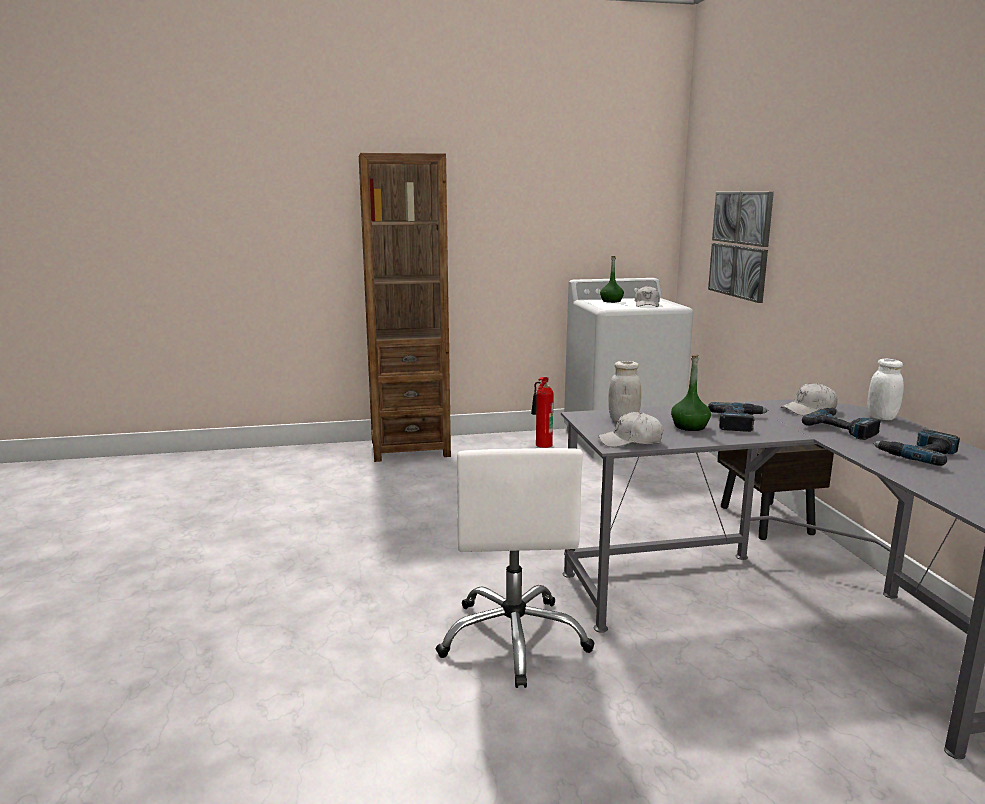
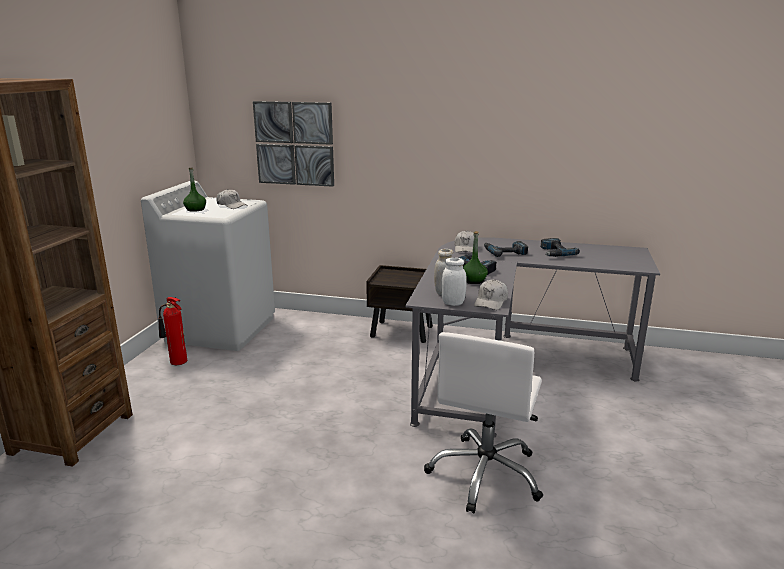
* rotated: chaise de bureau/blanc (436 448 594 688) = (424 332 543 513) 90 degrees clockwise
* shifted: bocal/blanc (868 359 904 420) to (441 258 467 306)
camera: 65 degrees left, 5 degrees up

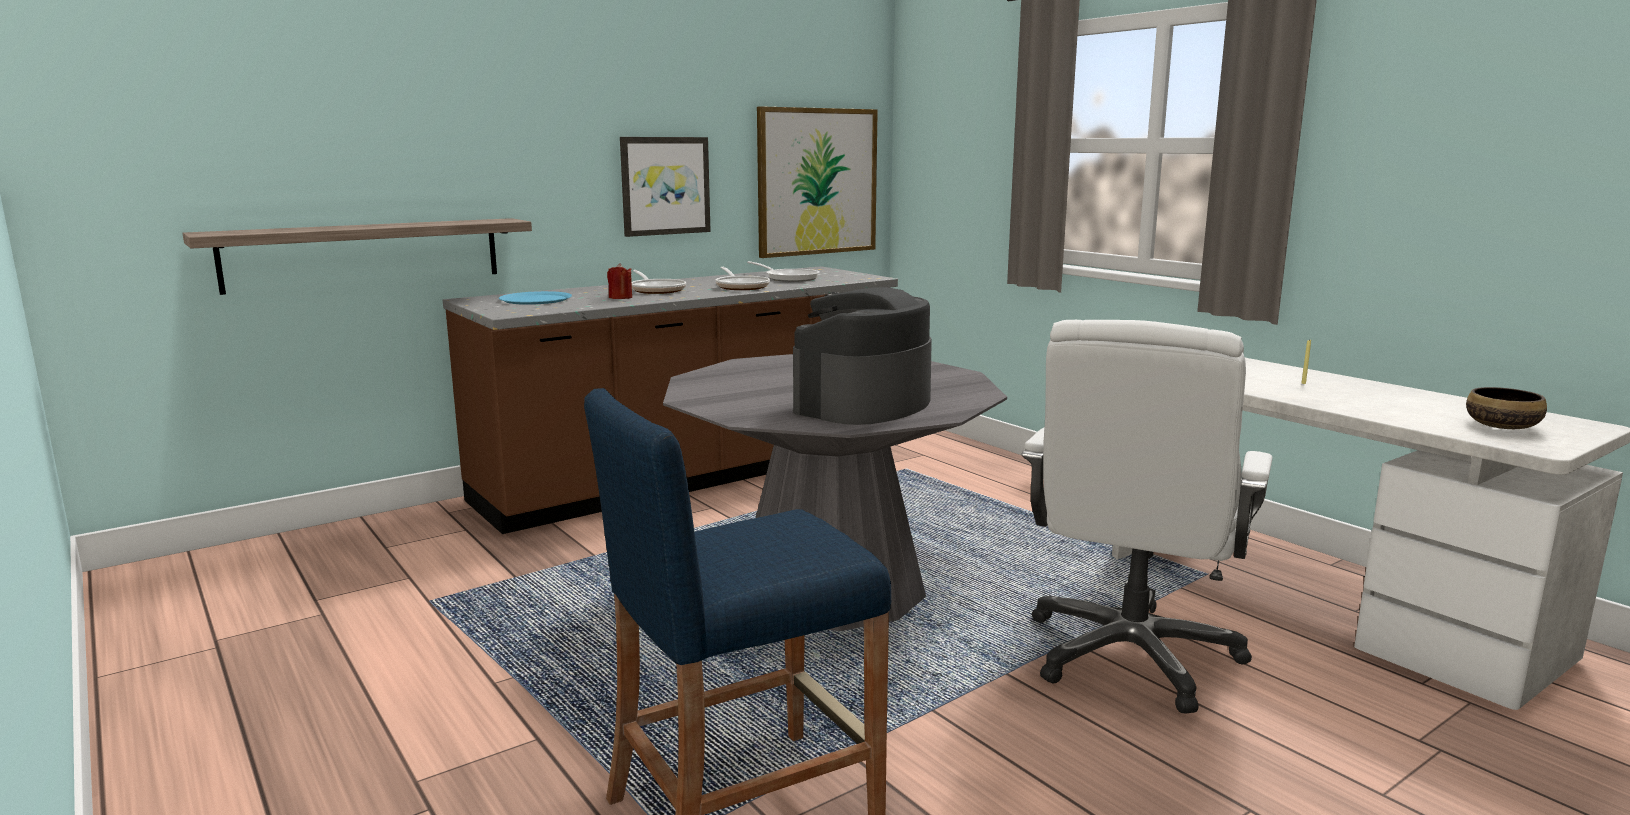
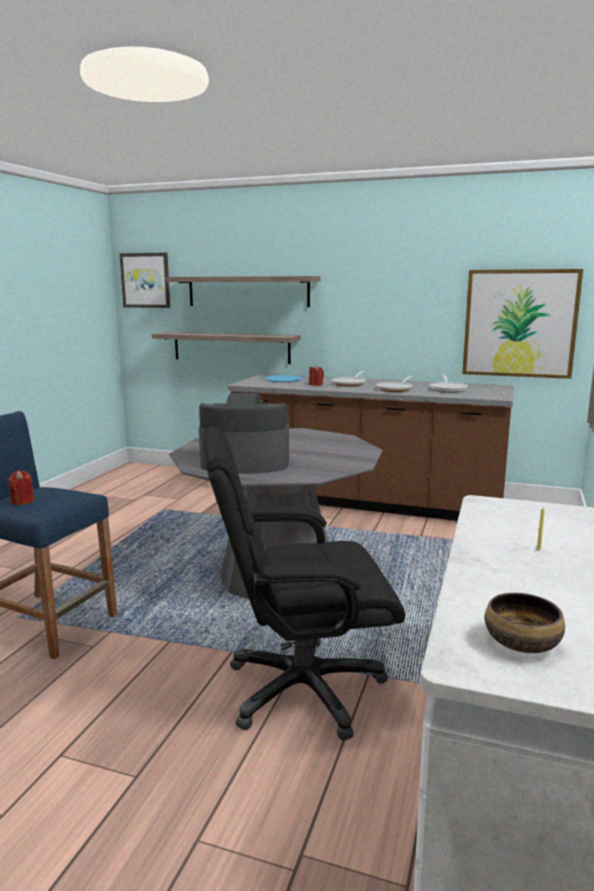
* new: bougie/rouge (7 471 34 505)
* shifted: tableau (620 137 711 237) to (119 252 170 308)
* new: étagère (166 276 321 307)
* repainted: chaise de bureau/blanc (1021 320 1272 714) to chaise de bureau/noir (204 427 405 741)
camera: 55 degrees right, 0 degrees up

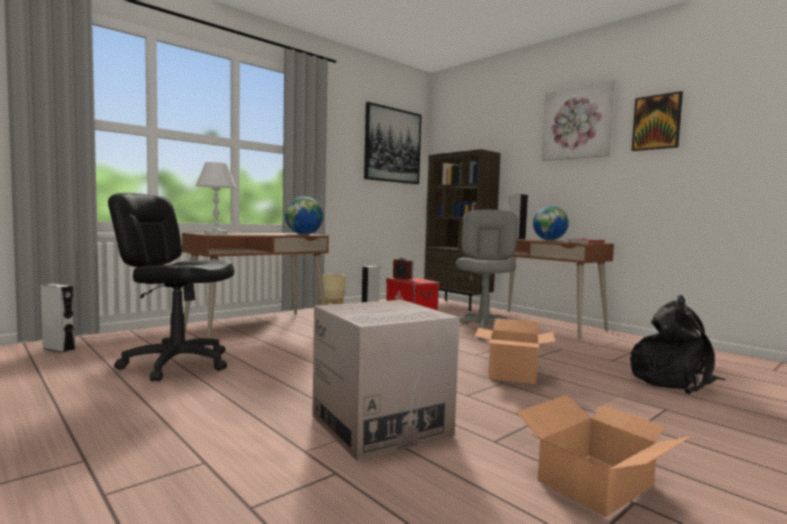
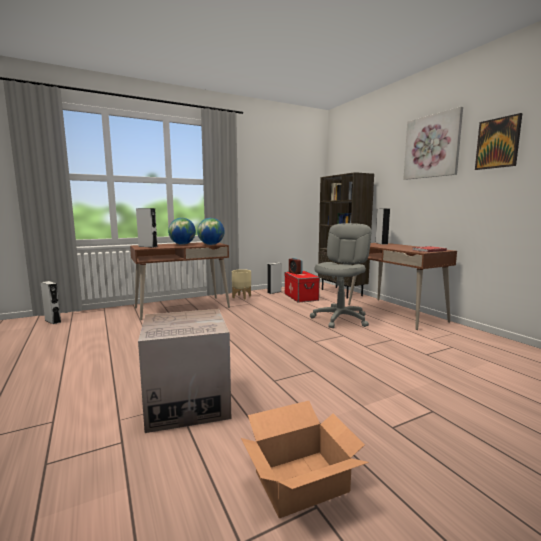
* swapped: lampe de table/blanc (196 162 236 234) to enceinte/gris (136 208 157 247)
* shifted: globe (533 206 569 240) to (168 218 196 245)
* gone: chaise de bureau/noir (108 193 235 381)
* gone: tableau (364 102 422 184)
* gone: carton (474 318 555 384)
* gone: sac à dos/noir (630 295 726 394)
camera: 15 degrees right, 5 degrees up

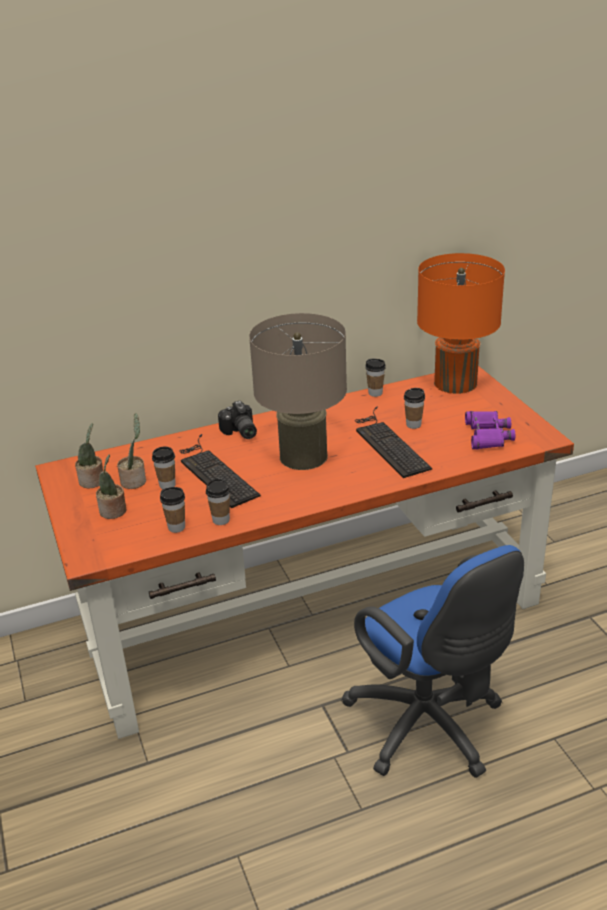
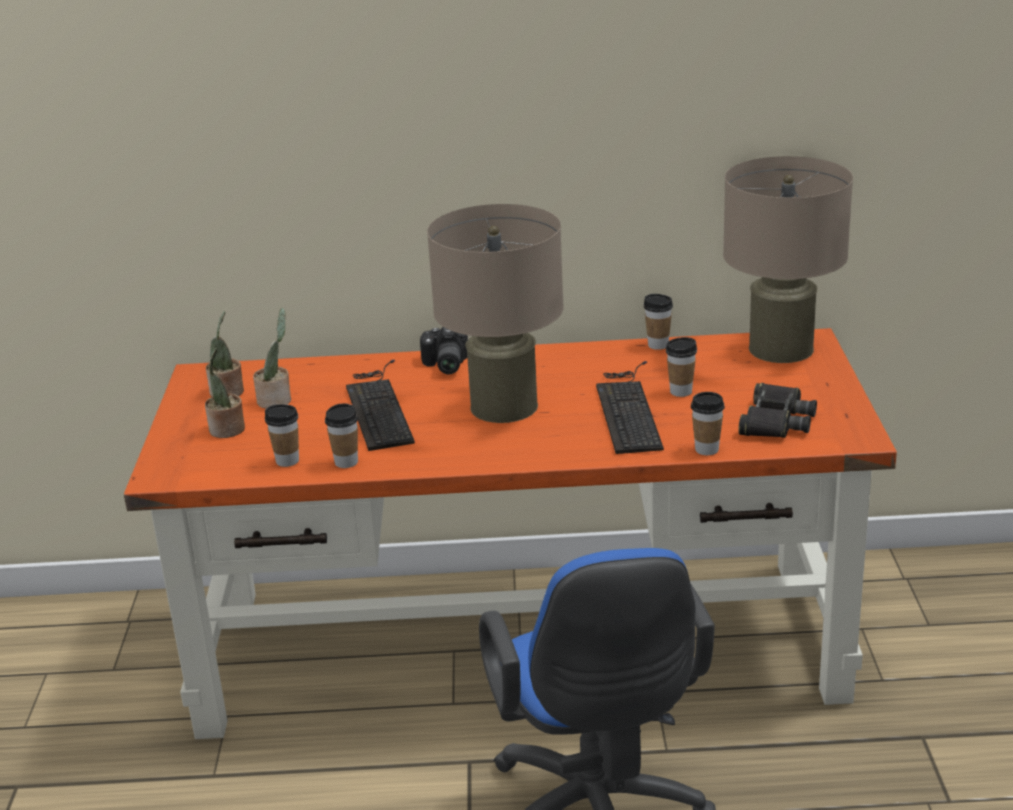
* shifted: tasse (152 446 176 489) to (691 392 725 455)
* repainted: lampe de table/orange (417 253 505 394) to lampe de table/beige (723 156 853 363)
* repainted: jumelles/violet (465 411 515 449) to jumelles/noir (738 383 817 438)
camera: 20 degrees right, 5 degrees down

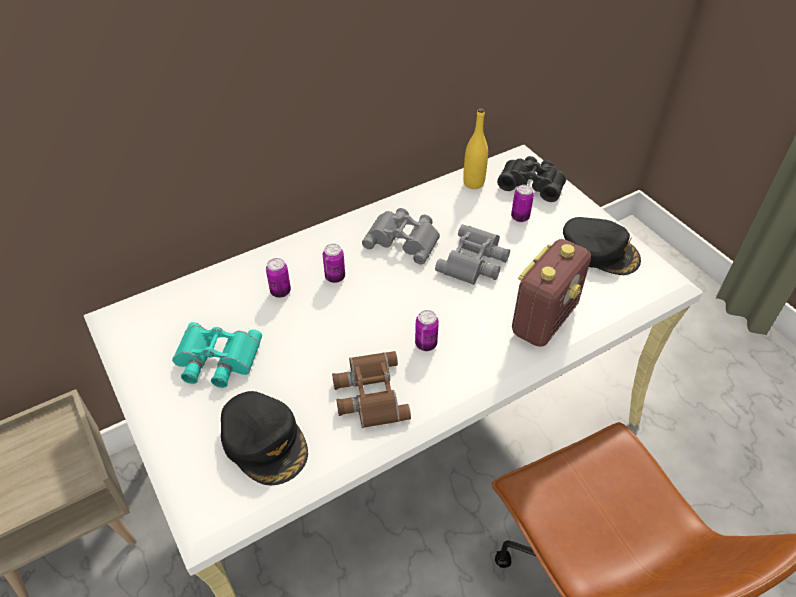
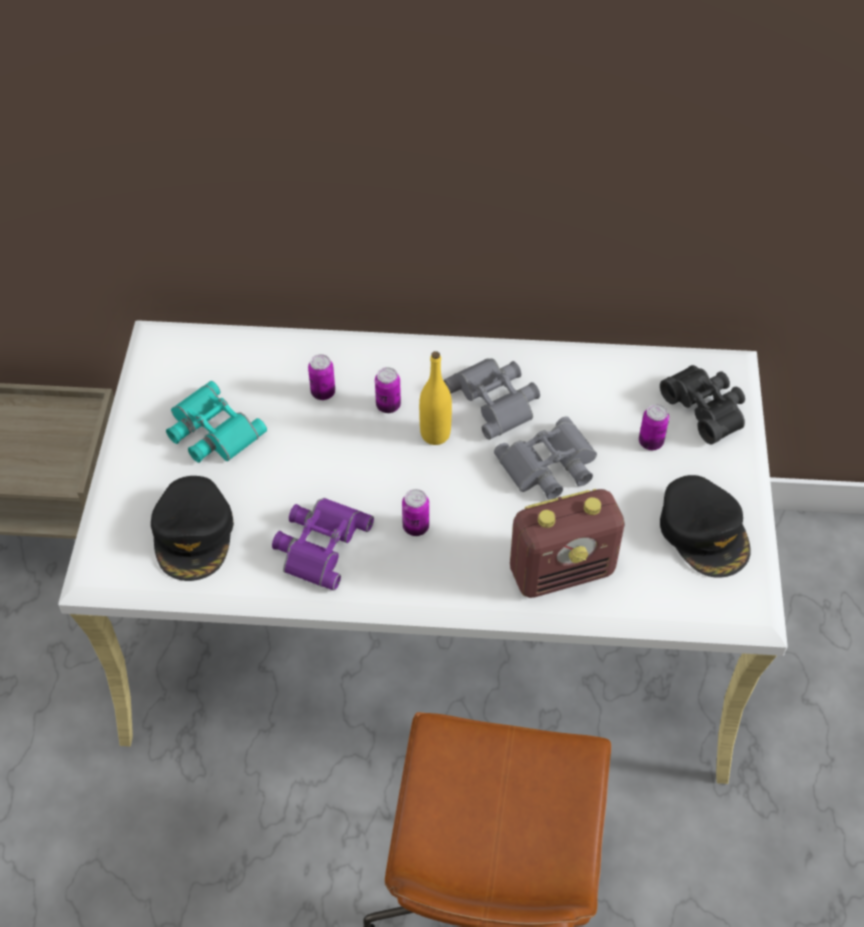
* repainted: jumelles/marron (332 351 411 428) to jumelles/violet (272 498 374 591)
* shifted: bouteille/jaune (463 108 488 189) to (419 351 452 445)
camera: 35 degrees right, 5 degrees up

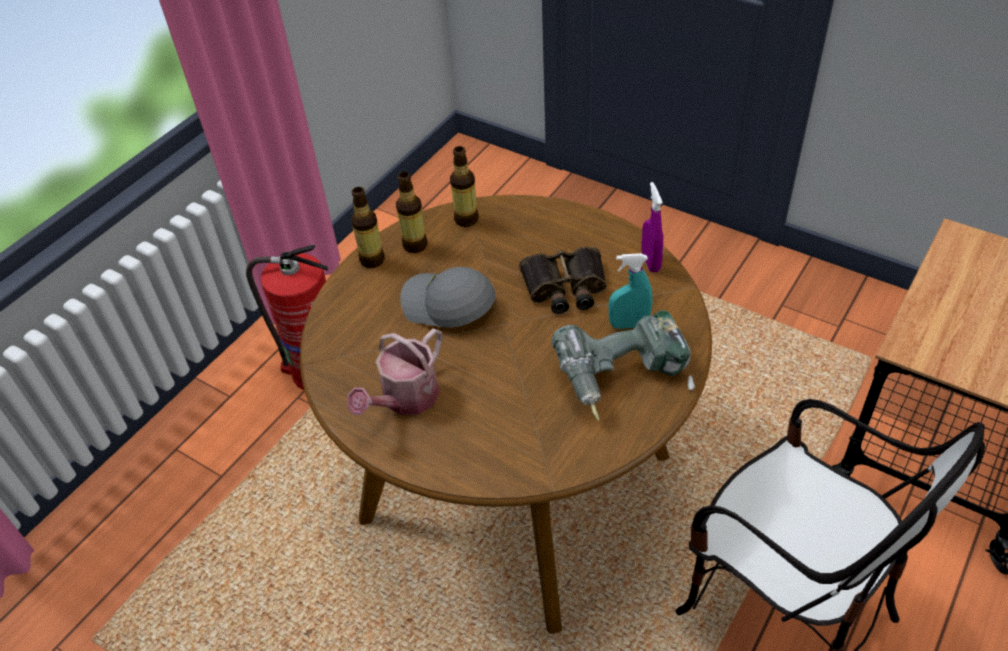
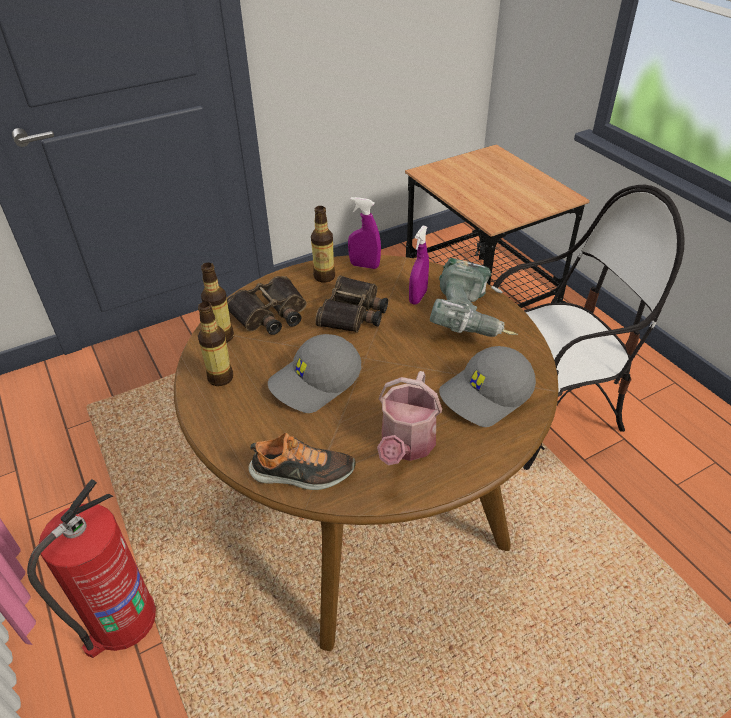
* new: jumelles (227 276 307 335)
* new: chaussure (248 433 356 490)
* shifted: bouteille (351 187 385 268) to (311 206 335 283)
* rotated: arrosoir (347 328 442 415) = (377 371 442 465) 45 degrees clockwise
* repainted: vaporisateur/turquoise (608 253 652 329) to vaporisateur/violet (409 226 429 305)
* new: casquette/gris (439 346 536 427)
camera: 65 degrees left, 5 degrees down

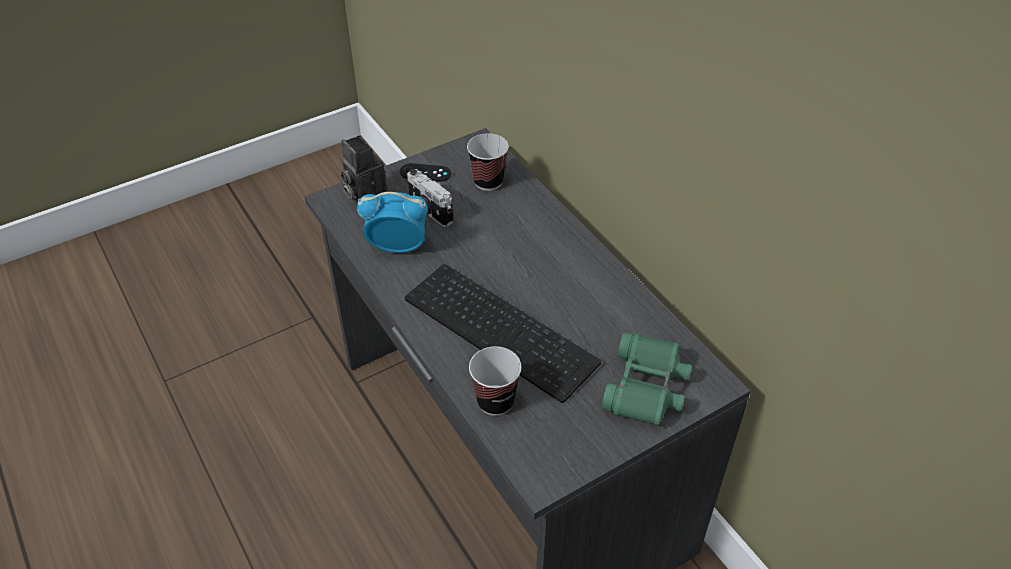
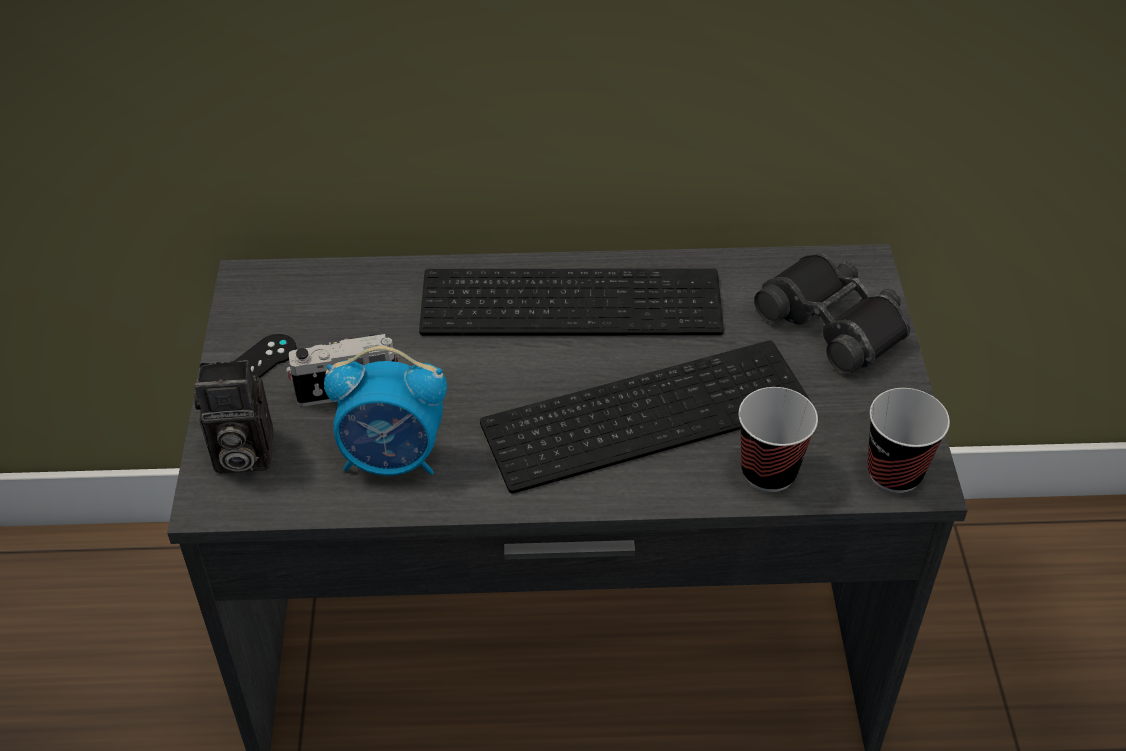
* rotated: réveil (357 192 428 253) = (324 346 447 476) 120 degrees counterclockwise
* new: clavier (419 269 724 336)
* repainted: jumelles/vert (602 333 692 426) to jumelles/noir (754 253 910 374)
* shifted: tasse (467 133 509 191) to (867 388 950 493)
camera: 60 degrees left, 0 degrees up

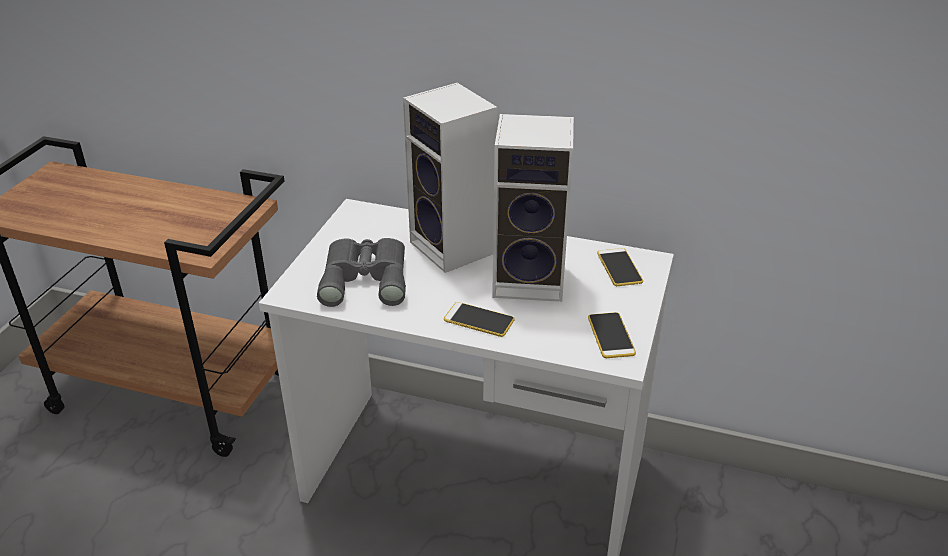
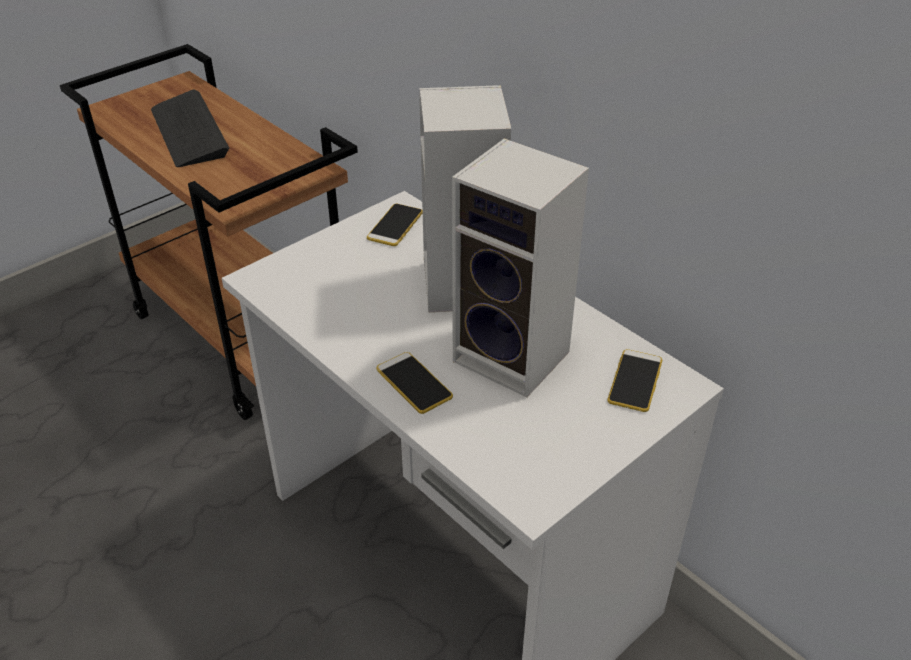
* new: clavier (151 90 229 167)
* shifted: téléphone (588 312 636 358) to (367 204 423 246)
* gone: jumelles/gris (317 238 406 307)
camera: 30 degrees right, 5 degrees up

